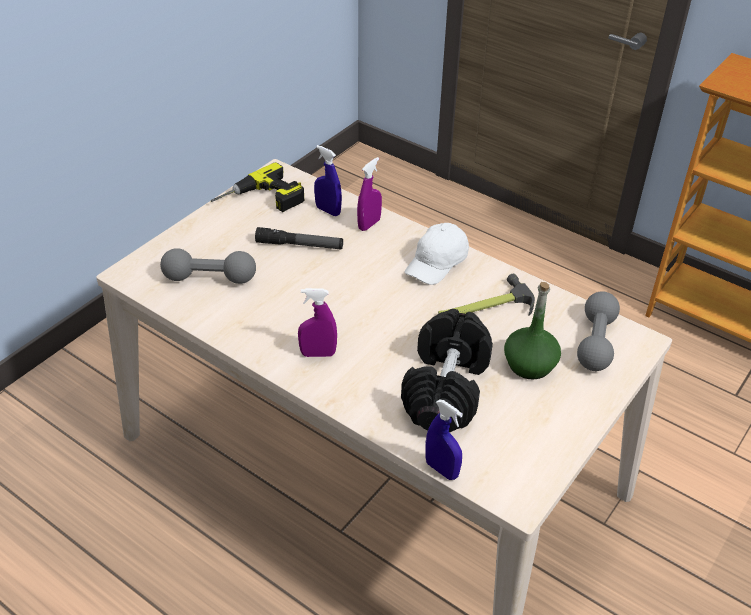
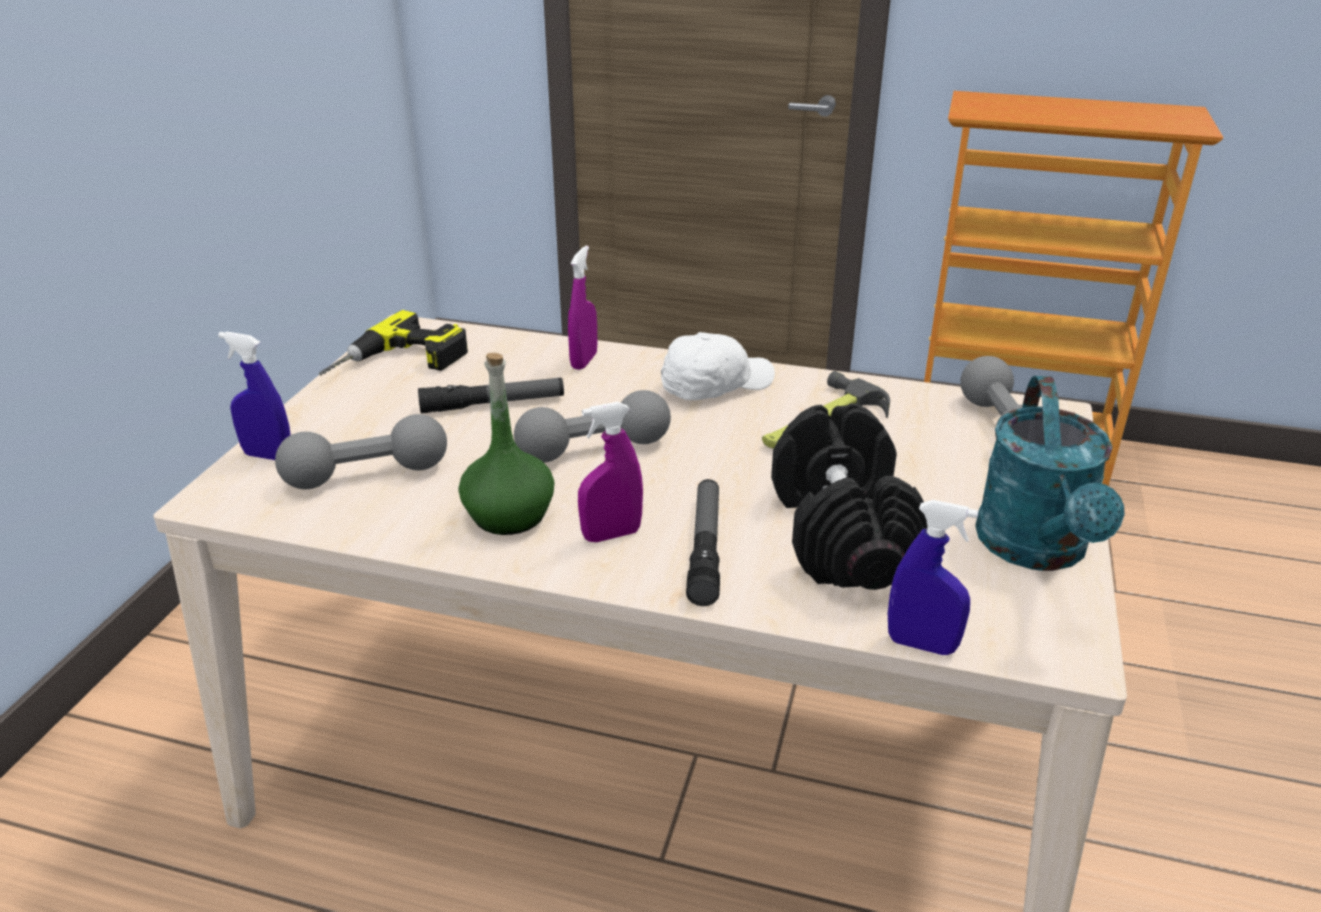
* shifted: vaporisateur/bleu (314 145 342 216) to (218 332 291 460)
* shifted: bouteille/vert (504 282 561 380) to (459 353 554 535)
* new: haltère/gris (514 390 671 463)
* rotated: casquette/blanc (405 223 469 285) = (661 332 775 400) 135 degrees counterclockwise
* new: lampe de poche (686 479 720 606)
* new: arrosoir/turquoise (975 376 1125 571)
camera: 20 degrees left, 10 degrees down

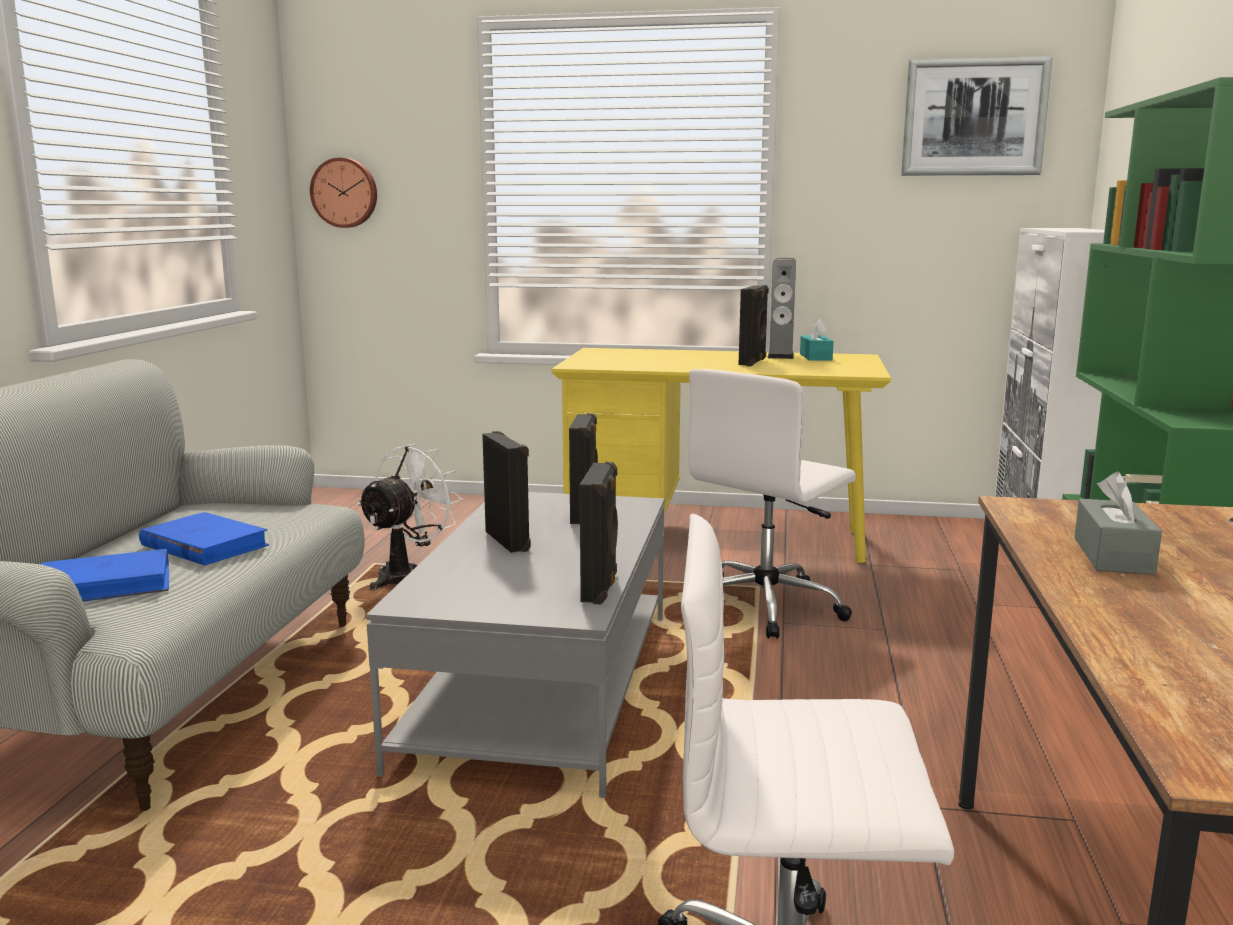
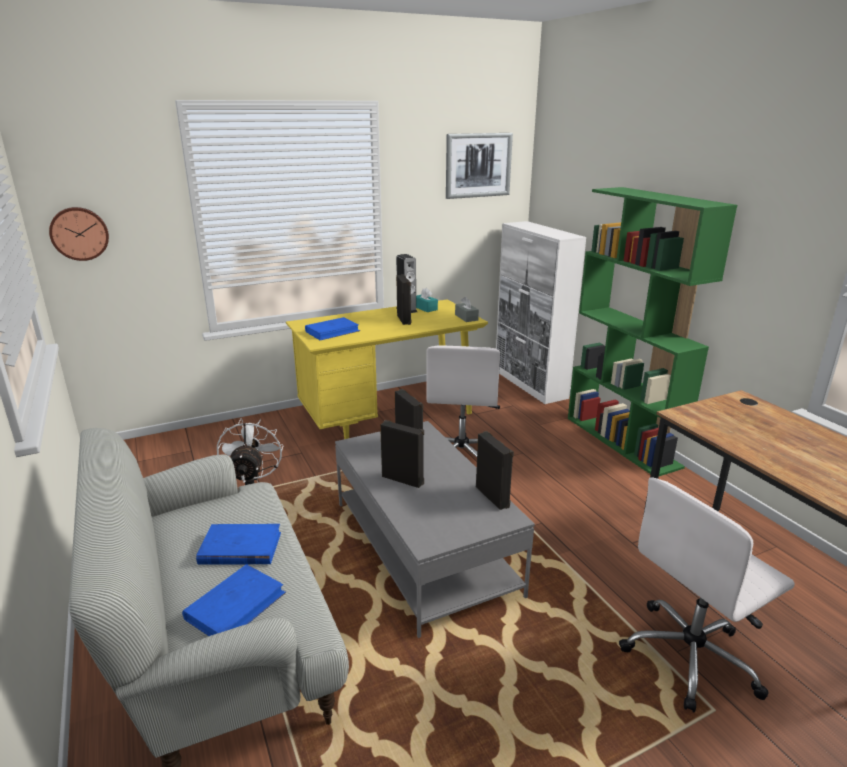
* new: livre/bleu (305 317 360 340)
* shifted: boîte à mouchoirs/gris (1074 472 1162 575) to (455 296 479 322)
camera: 35 degrees left, 10 degrees up

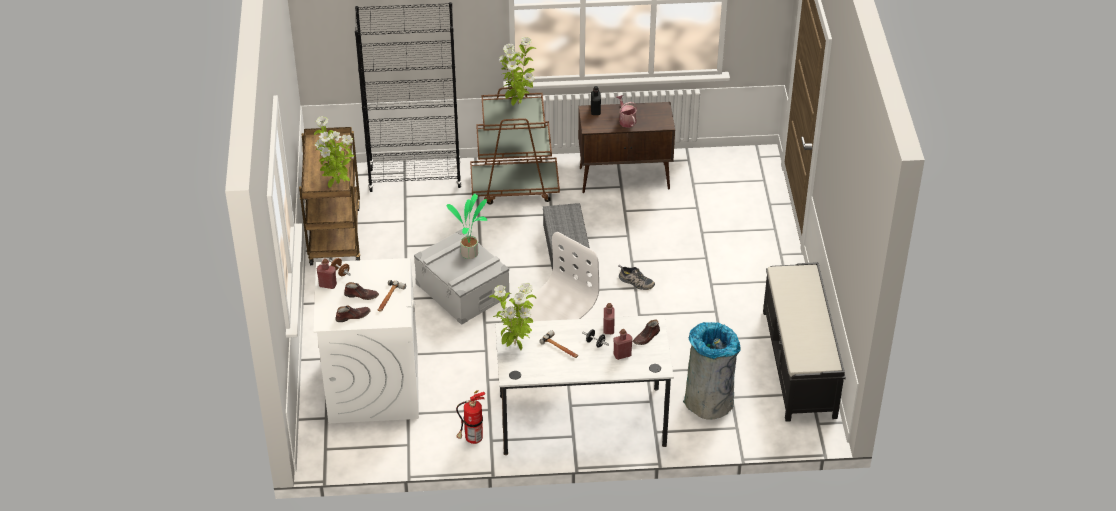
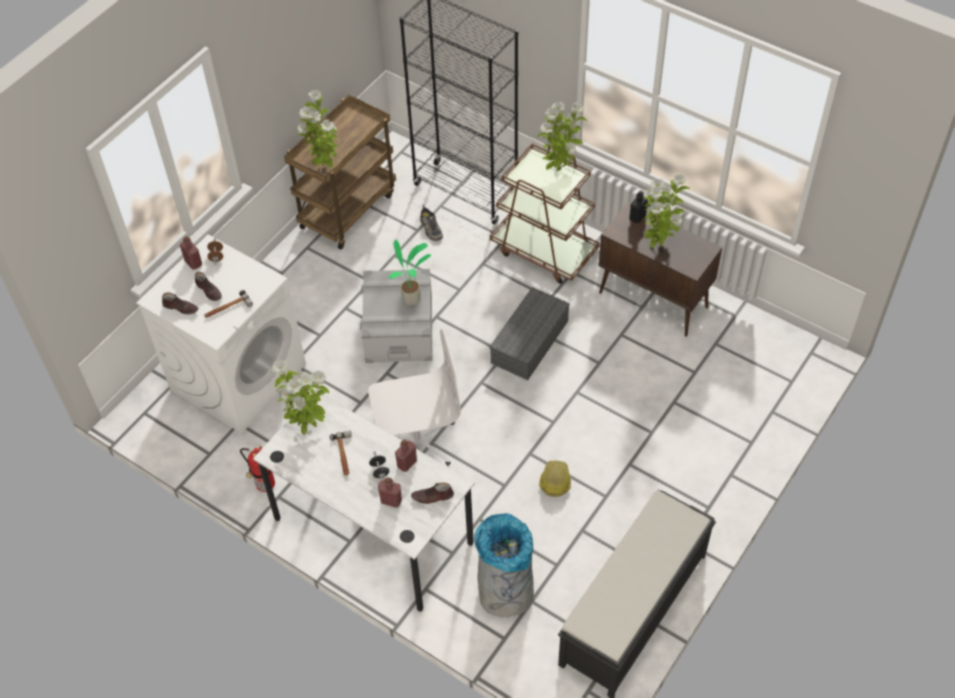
* shifted: chaussure (618 265 655 290) to (420 204 443 241)
* new: casque de chantier (539 461 571 497)
* swapped: arrosoir (617 95 637 128) to plante en pot (643 174 690 248)
camera: 40 degrees right, 10 degrees up

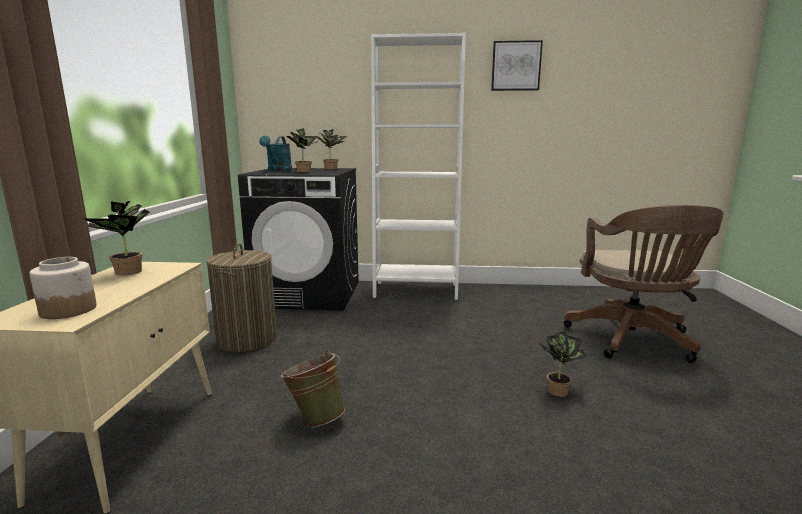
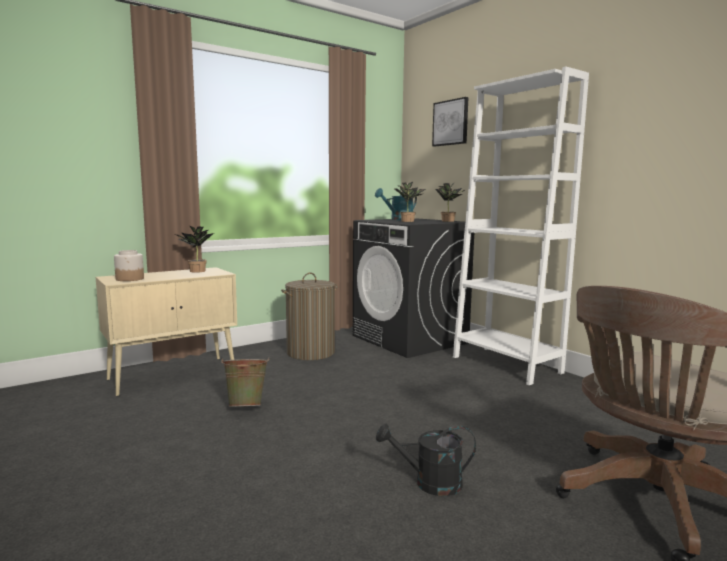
* swapped: plante en pot (538 332 588 397) to arrosoir/noir (376 424 476 496)
* shifted: tableau (491 40 543 91) to (432 97 469 147)
camera: 50 degrees right, 5 degrees down

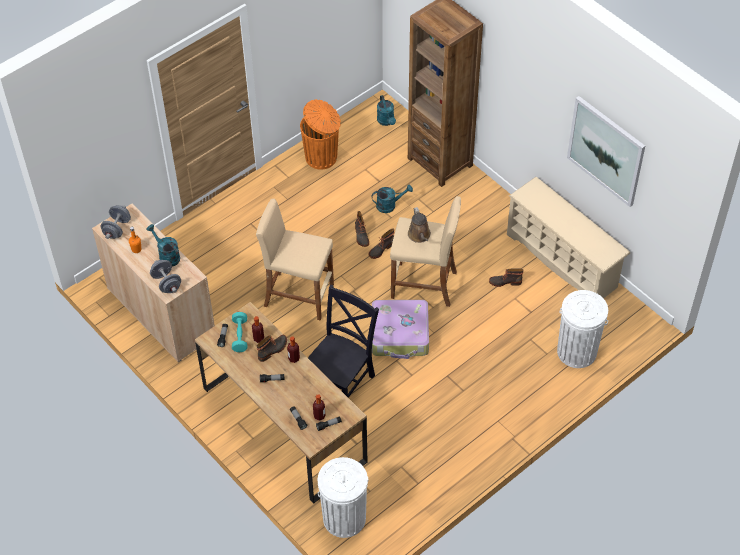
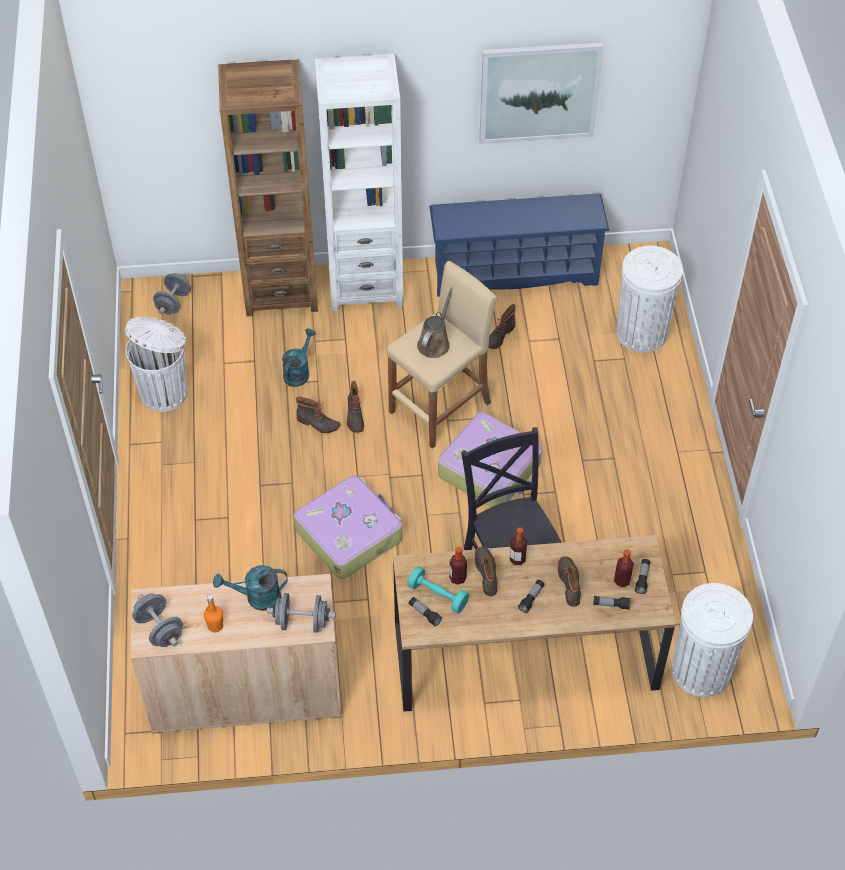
* repainted: poubelle/orange (300 99 341 170) to poubelle/blanc (125 317 187 412)
* swapped: arrosoir/turquoise (377 95 396 126) to haltère/gris (153 273 191 314)
* swapped: tabouret/beige (256 199 334 321) to valise (294 475 402 579)
* new: bibliothèque/blanc (315 54 403 311)
* rotated: arrosoir/marron (408 207 431 243) = (417 287 453 358) 90 degrees counterclockwise
* repainted: étagère à chaussures/beige (507 177 630 299) to étagère à chaussures/bleu (429 193 609 297)
* new: botte (558 557 581 607)
camera: 55 degrees left, 0 degrees up

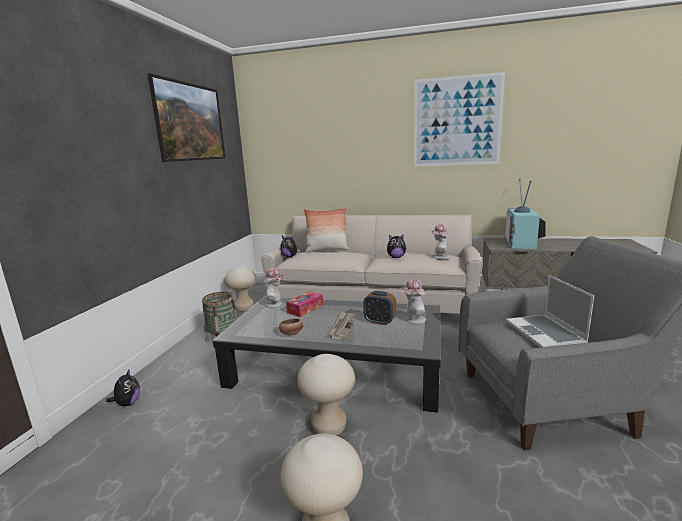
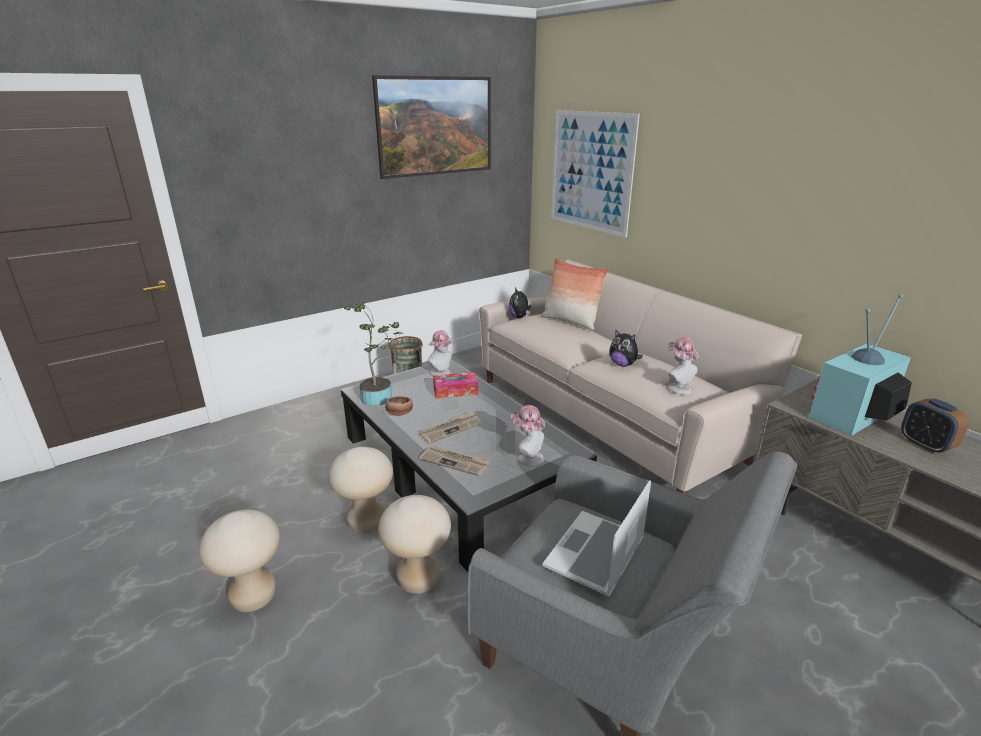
* new: plante en pot (344 301 403 406)
* shifted: tabouret/beige (224 266 257 312) to (378 495 451 594)
* new: journal (419 446 491 476)
* shifted: tableau (414 72 505 167) to (551 110 640 238)
* shifted: réveil (363 291 396 325) to (901 398 969 454)
* gone: peluche (106 370 140 406)
camera: 40 degrees right, 10 degrees up

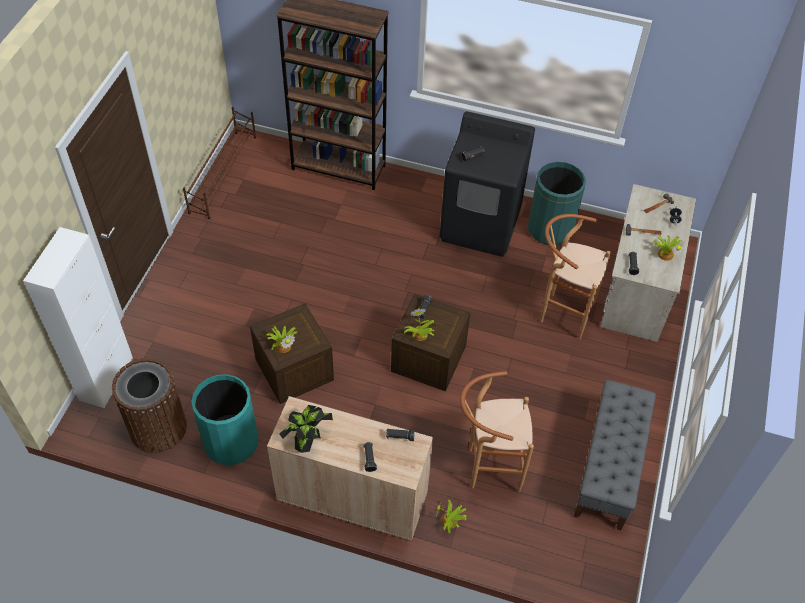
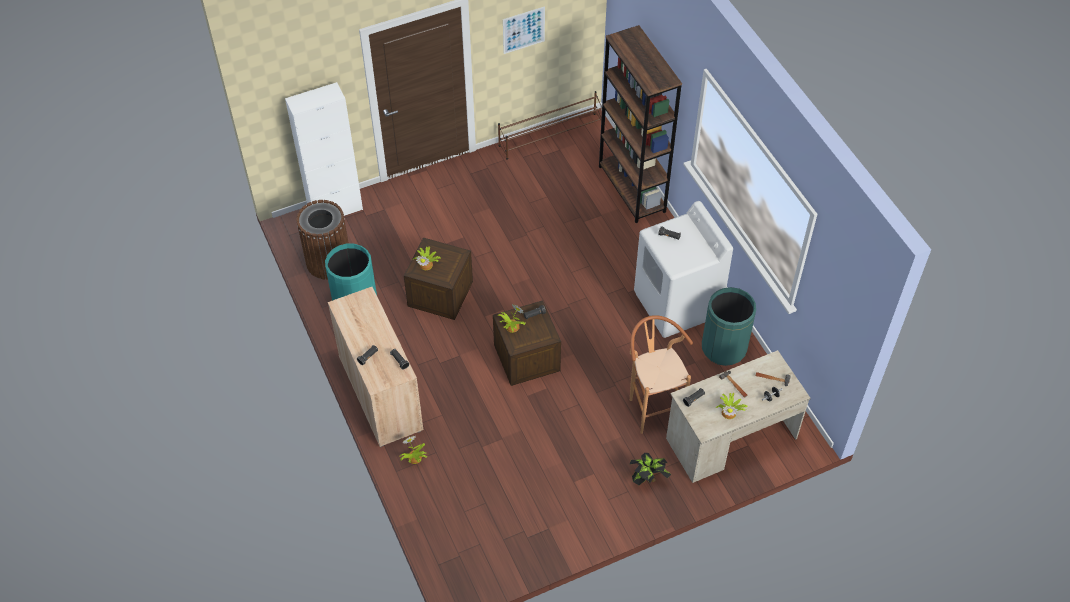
* new: tableau (503 6 545 54)
* shifted: plante en pot (279 405 333 453) to (630 453 671 485)
* repainted: lave-linge/noir (440 112 535 257) to lave-linge/blanc (634 201 733 338)
* gone: tabouret/marron (460 371 534 492)
* gone: banc/gris (574 380 656 531)
camera: 50 degrees right, 0 degrees up

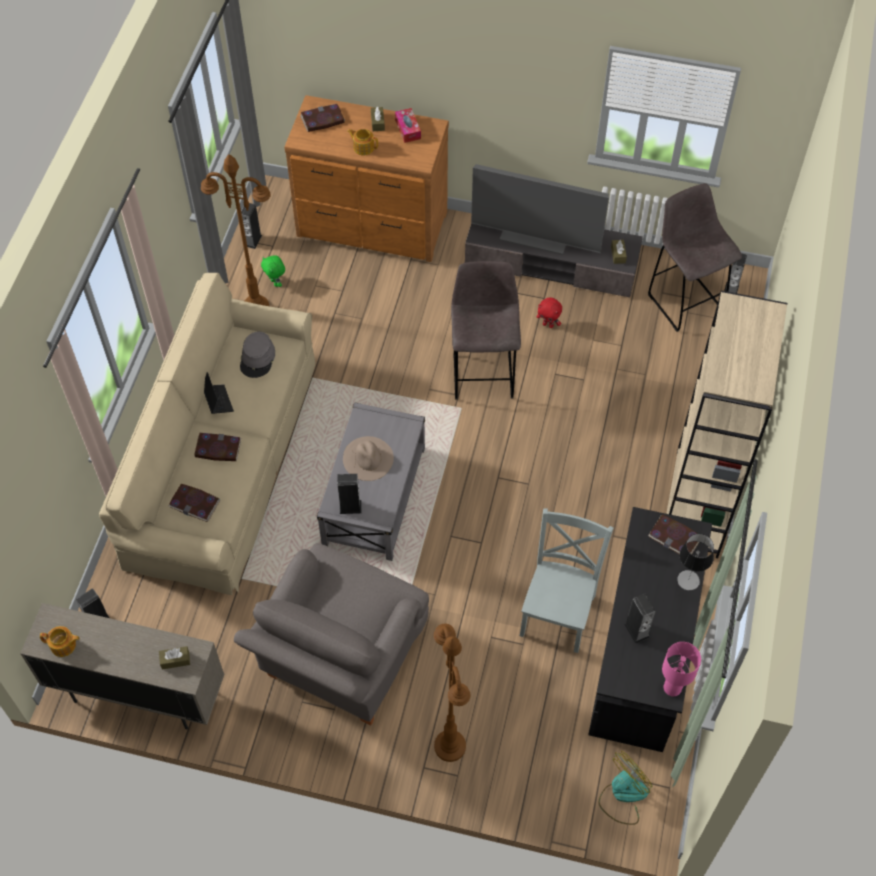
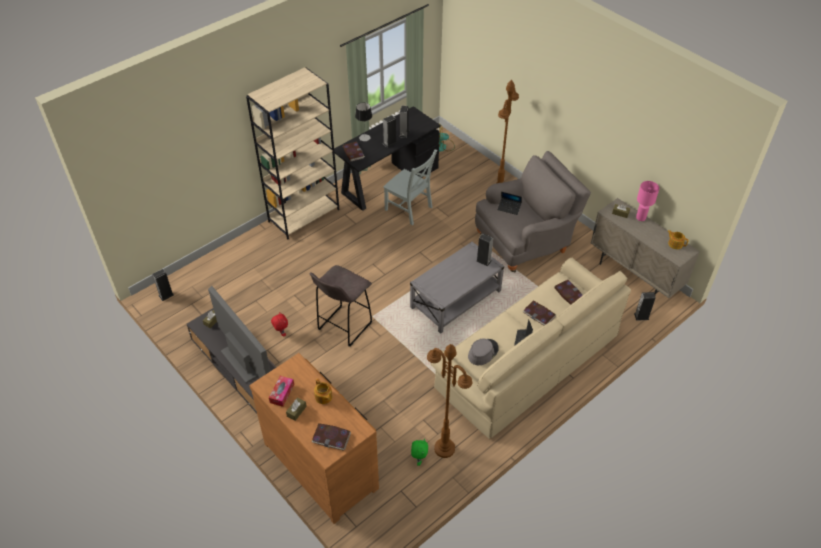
* shifted: enceinte (241 203 262 249) to (383 115 397 148)
* rotated: chaise/gris (519 508 614 653) = (383 150 438 225) 105 degrees counterclockwise
* new: ordinateur portable (498 192 522 215)
* shifted: lampe de table/rose (662 642 701 697) to (636 181 659 221)
* gone: chapeau/beige (343 436 394 481)
* gone: tabouret/gris (648 183 742 332)
camera: 145 degrees left, 10 degrees down

